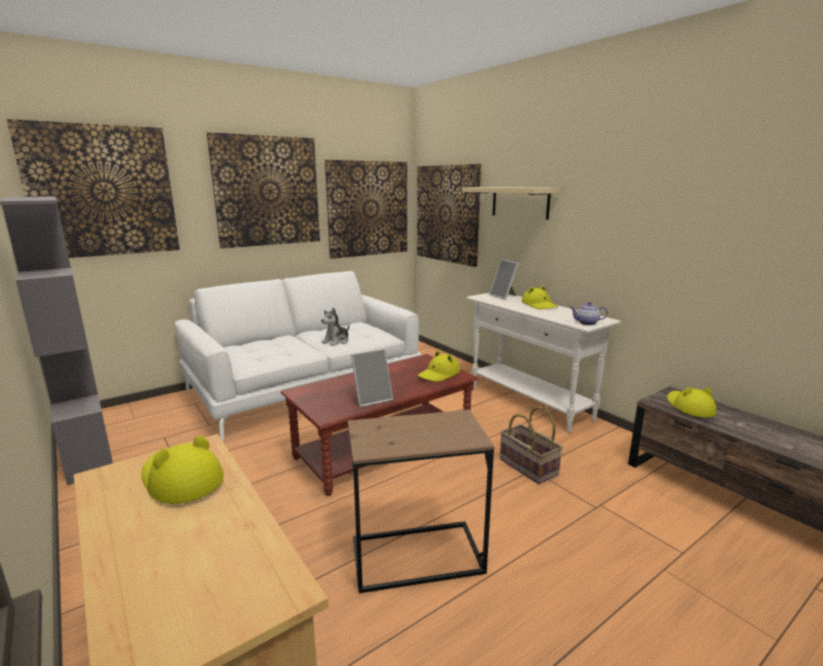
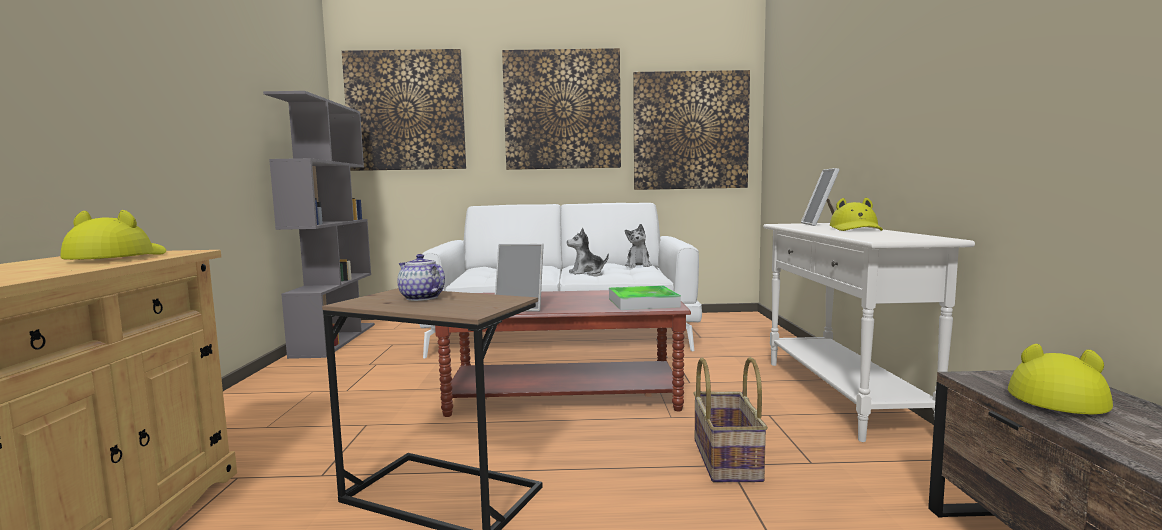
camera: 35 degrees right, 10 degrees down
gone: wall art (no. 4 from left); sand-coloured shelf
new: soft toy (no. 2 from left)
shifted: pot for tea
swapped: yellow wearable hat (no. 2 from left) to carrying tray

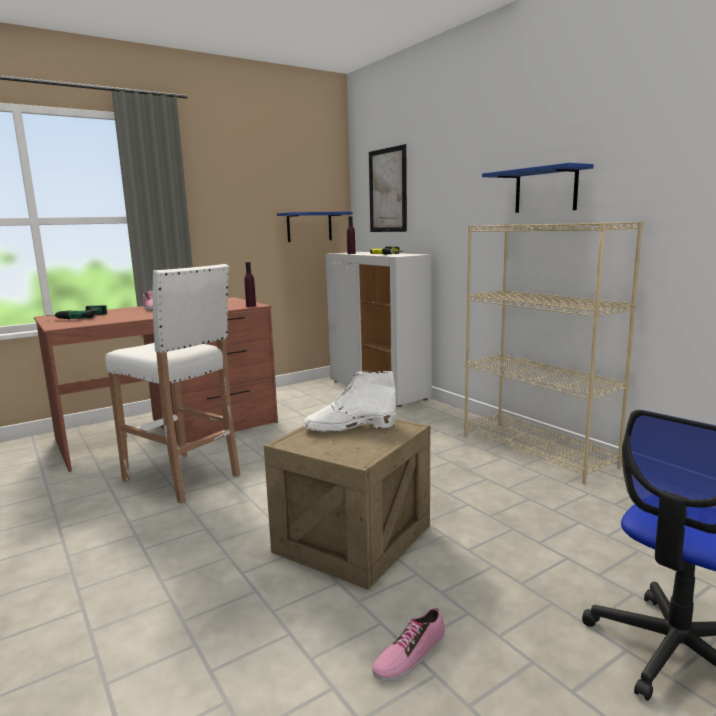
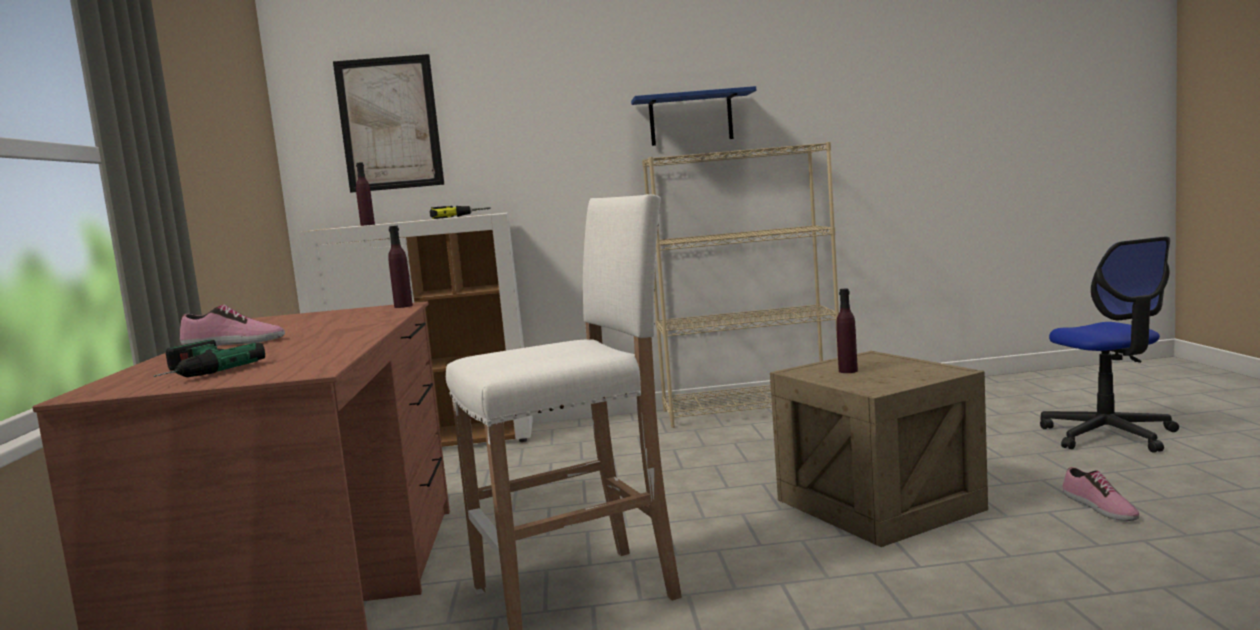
camera: 60 degrees left, 5 degrees down
gone: bluish shelf (no. 1 from left)
swapped: white boot to purple beverage bottle (no. 3 from left)

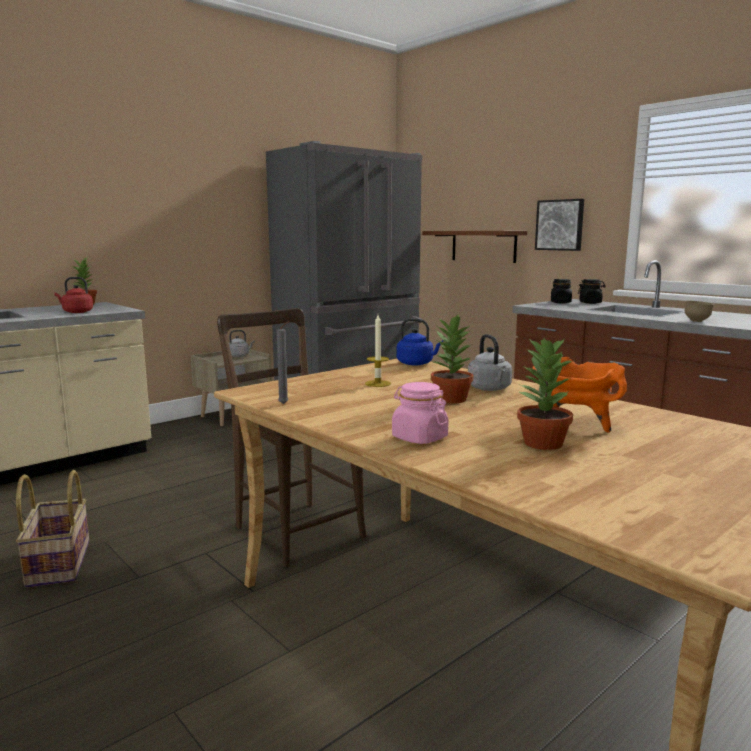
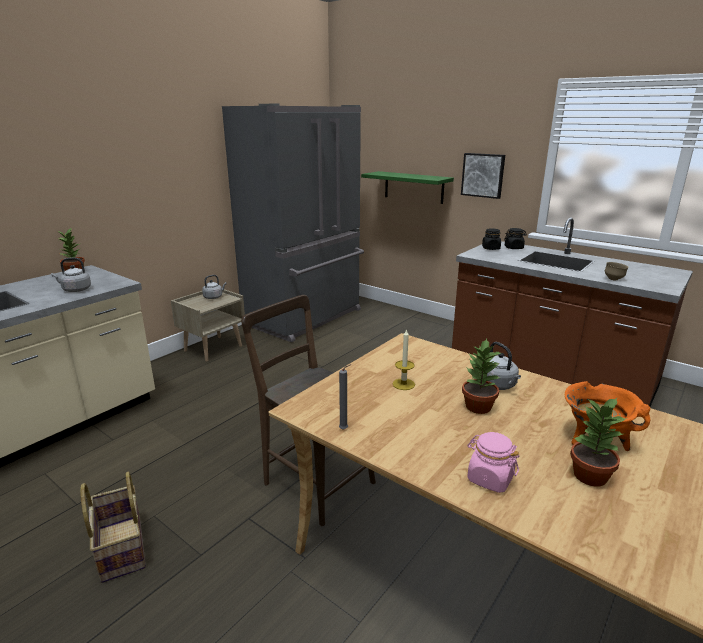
camera: 10 degrees left, 10 degrees up
gone: bluish tea kettle
repainted: red tea kettle to grey tea kettle (no. 1 from left); brown-coloured shelf to greenish shelf

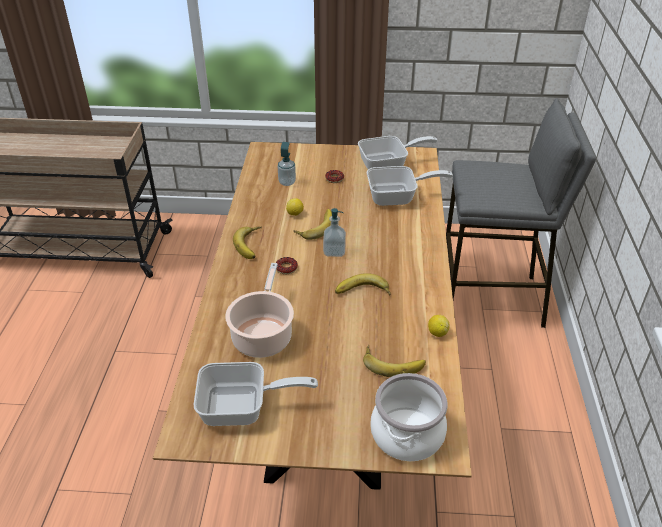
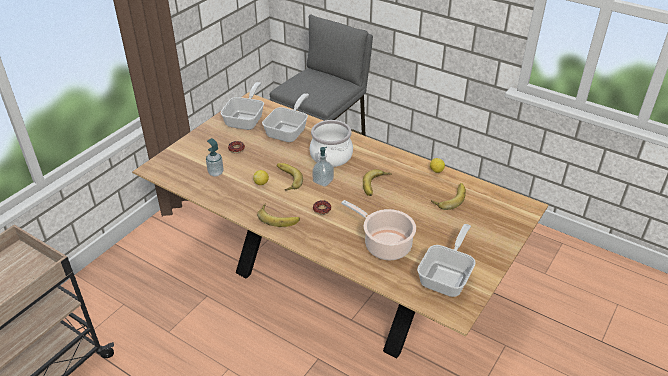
camera: 60 degrees left, 0 degrees up
shifted: stockpot (no. 2 from left in the first image) to stockpot (no. 1 from left)

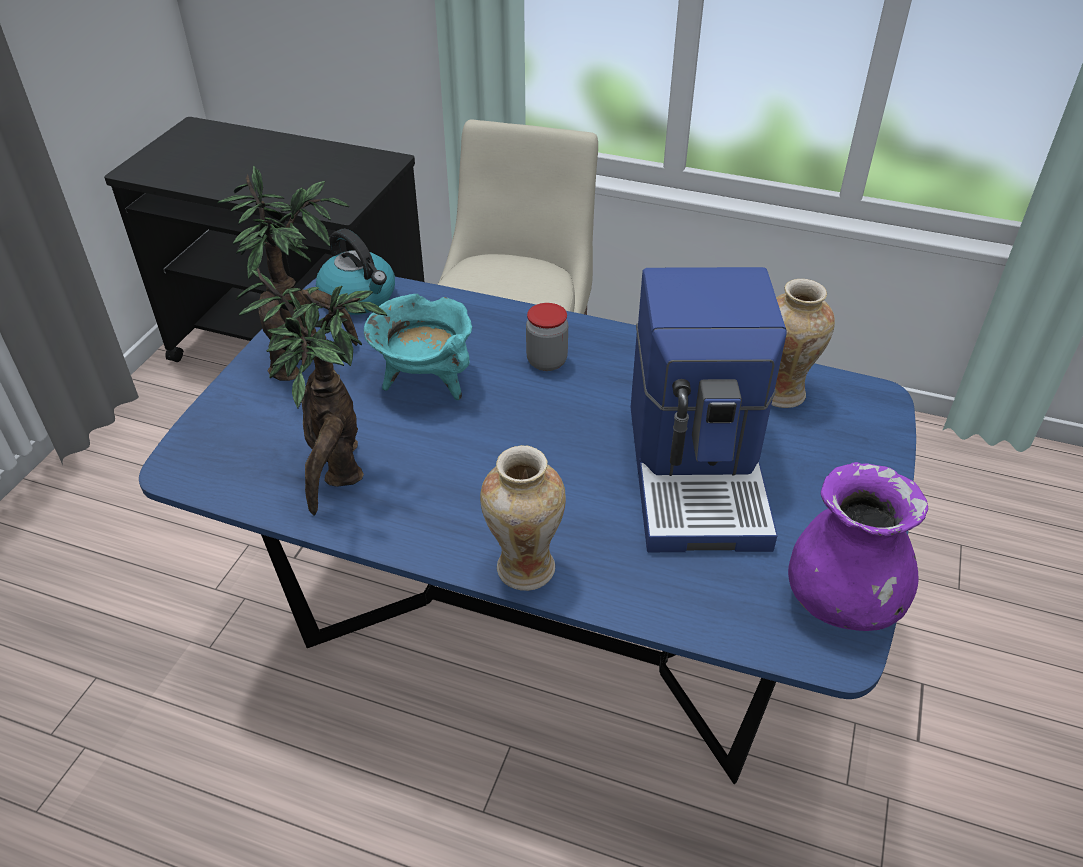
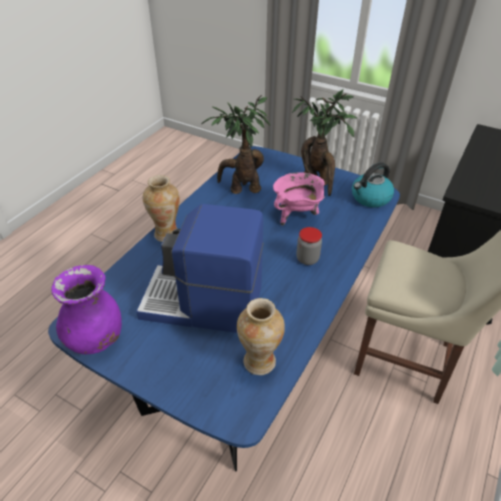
camera: 100 degrees right, 0 degrees up
repainted: turquoise stockpot to pinkish stockpot

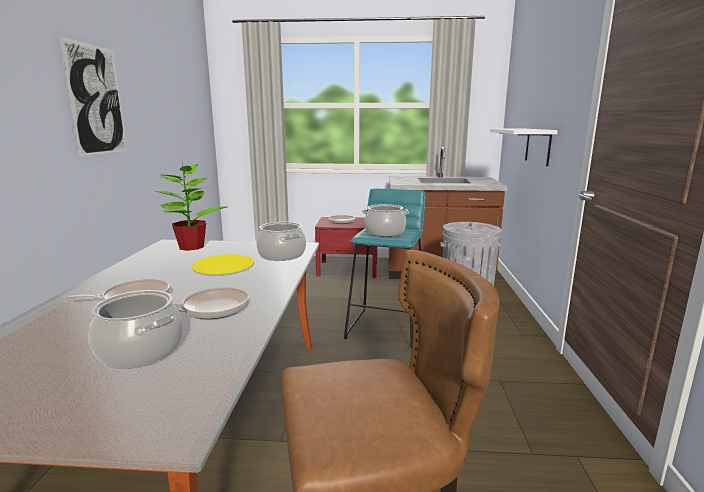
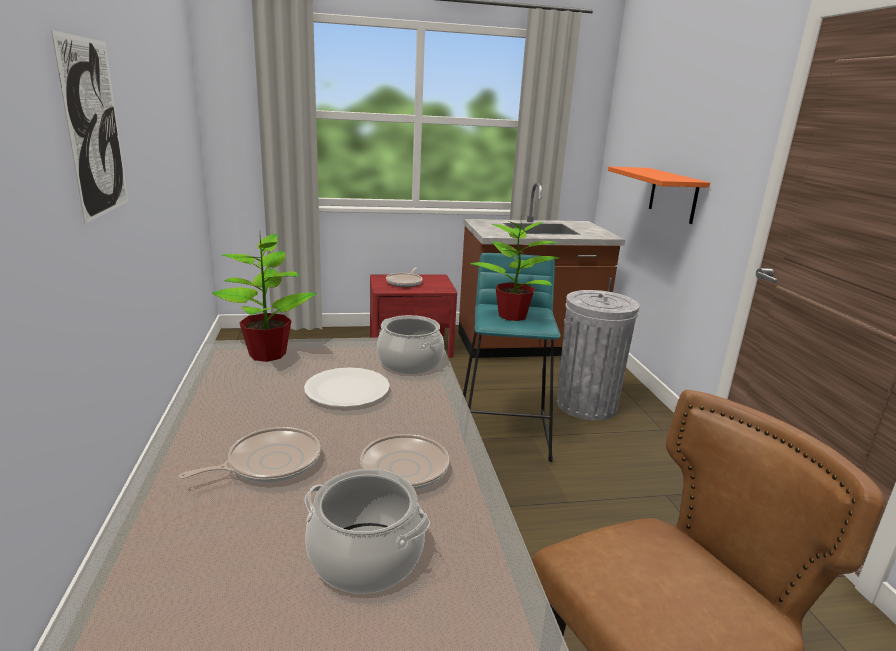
camera: 15 degrees left, 5 degrees up
swapped: stockpot (no. 3 from left) to plant in a pot (no. 2 from left)
repainted: yellow plate to white plate; white shelf to orange-coloured shelf

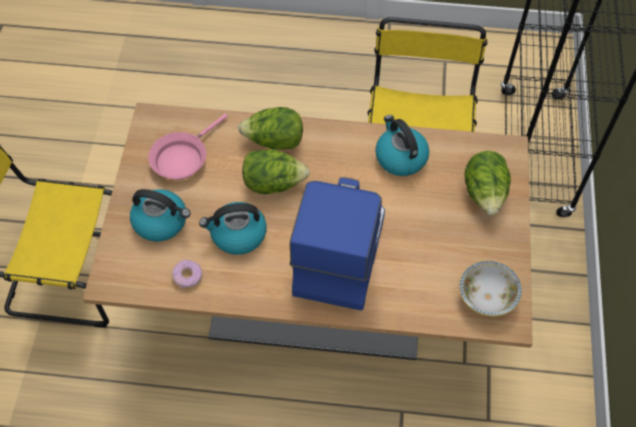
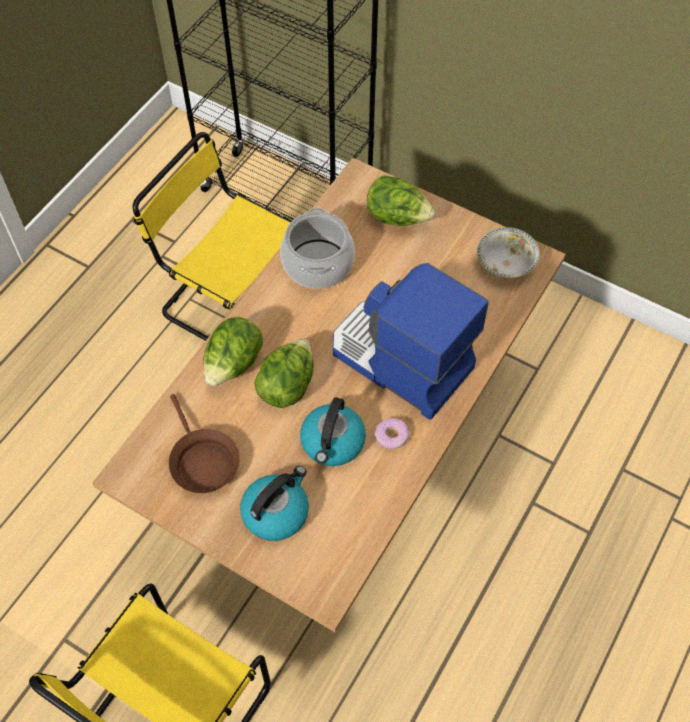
camera: 65 degrees left, 0 degrees up
shifted: ring doughnut
swapped: tea kettle (no. 3 from left) to stockpot
repainted: pinkish pan to brown-coloured pan

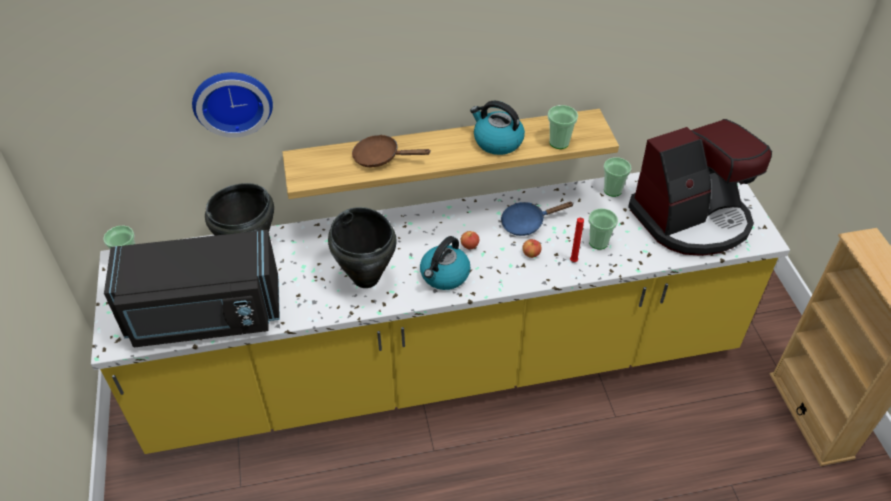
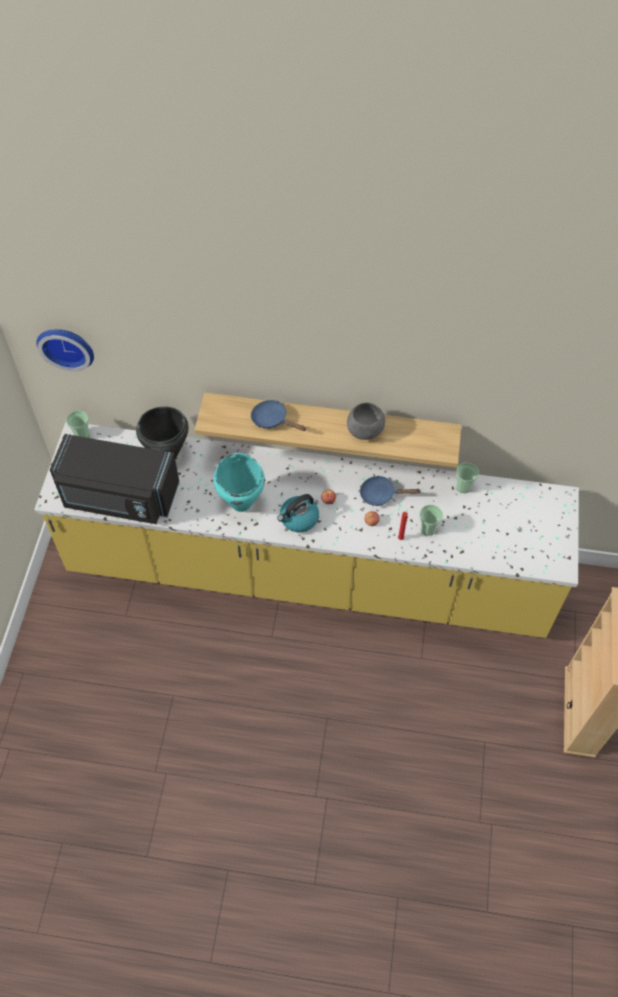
camera: 20 degrees right, 10 degrees up
gone: small cup (no. 2 from left); coffee machine
shifted: wall clock
swapped: tea kettle (no. 2 from left) to grey bowl
repainted: blackish stockpot (no. 2 from left) to turquoise stockpot; brown-coloured pan to bluish pan (no. 1 from left)

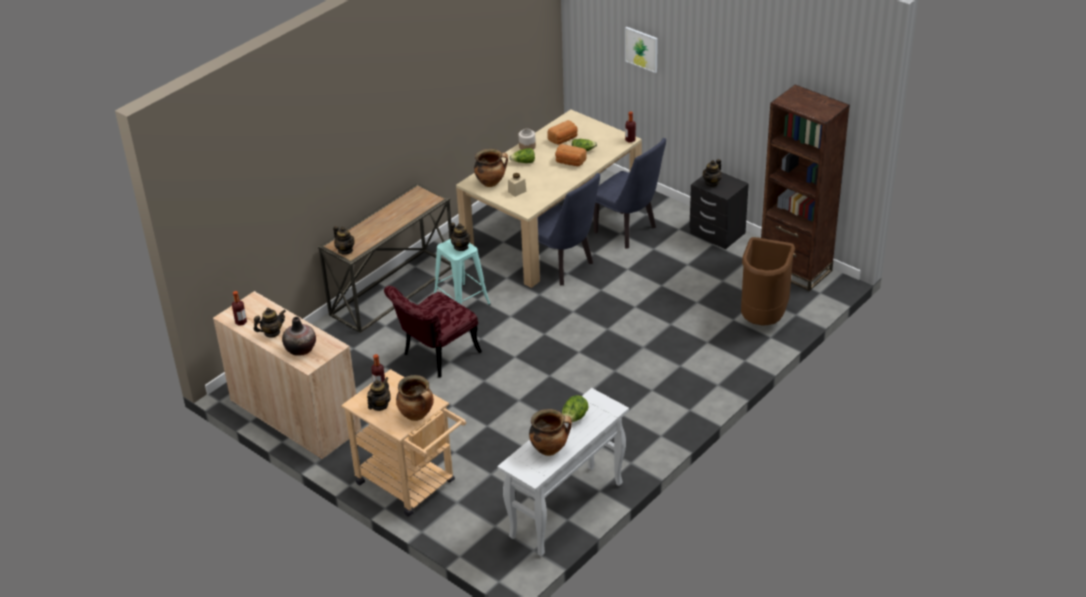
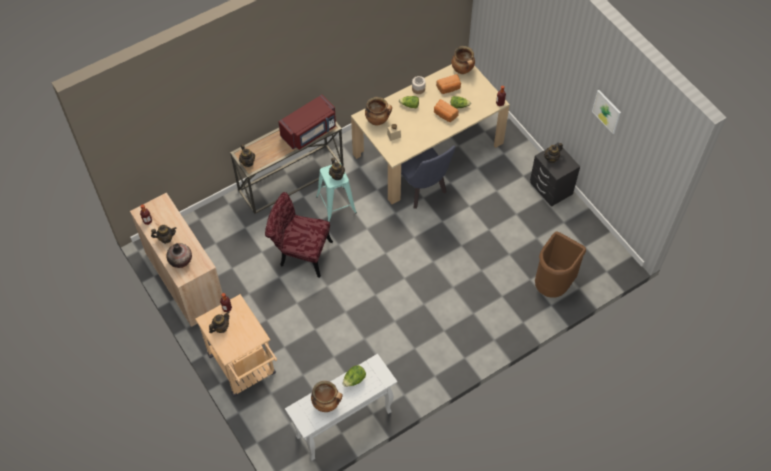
camera: 15 degrees right, 20 degrees up
gone: bluish chair (no. 2 from left); brown-coloured bookcase
new: red kitchen microwave
shifted: stockpot (no. 1 from left in the first image) to stockpot (no. 3 from left); wall art
rotated: red chair 45 degrees clockwise

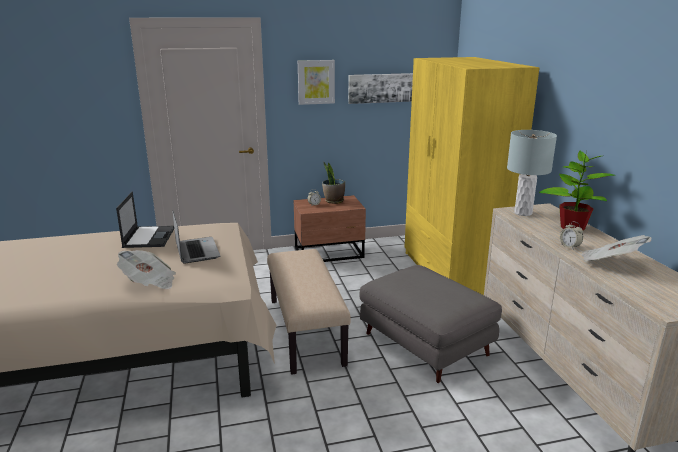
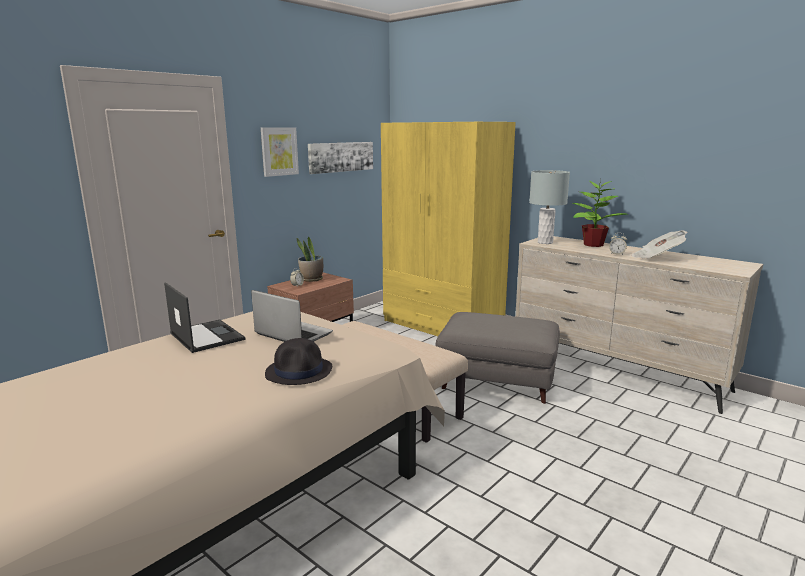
camera: 35 degrees left, 5 degrees down
swapped: printed paper (no. 1 from left) to blackish wearable hat

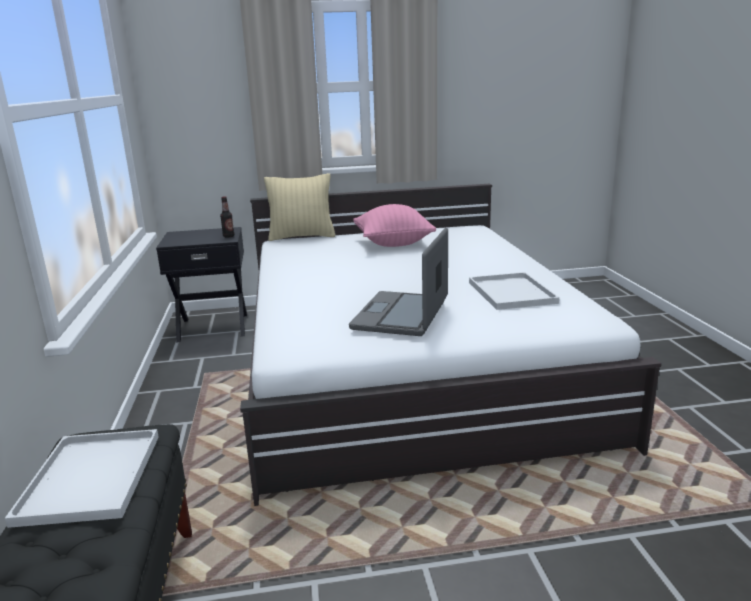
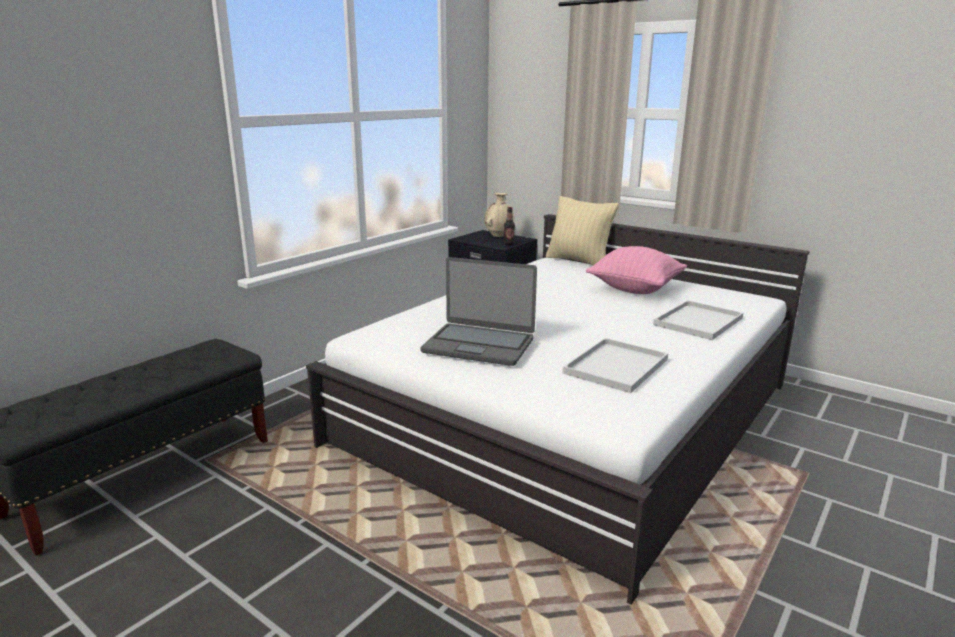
camera: 45 degrees right, 0 degrees up
new: sand-coloured flower vase
shifted: white carrying tray (no. 1 from left in the first image) to white carrying tray (no. 2 from left)
rotated: notebook computer 135 degrees counterclockwise

